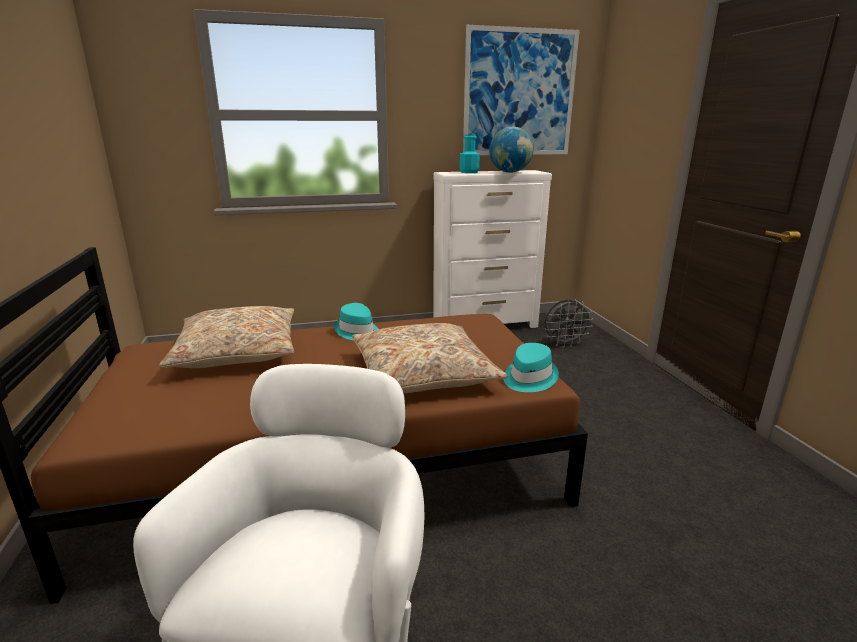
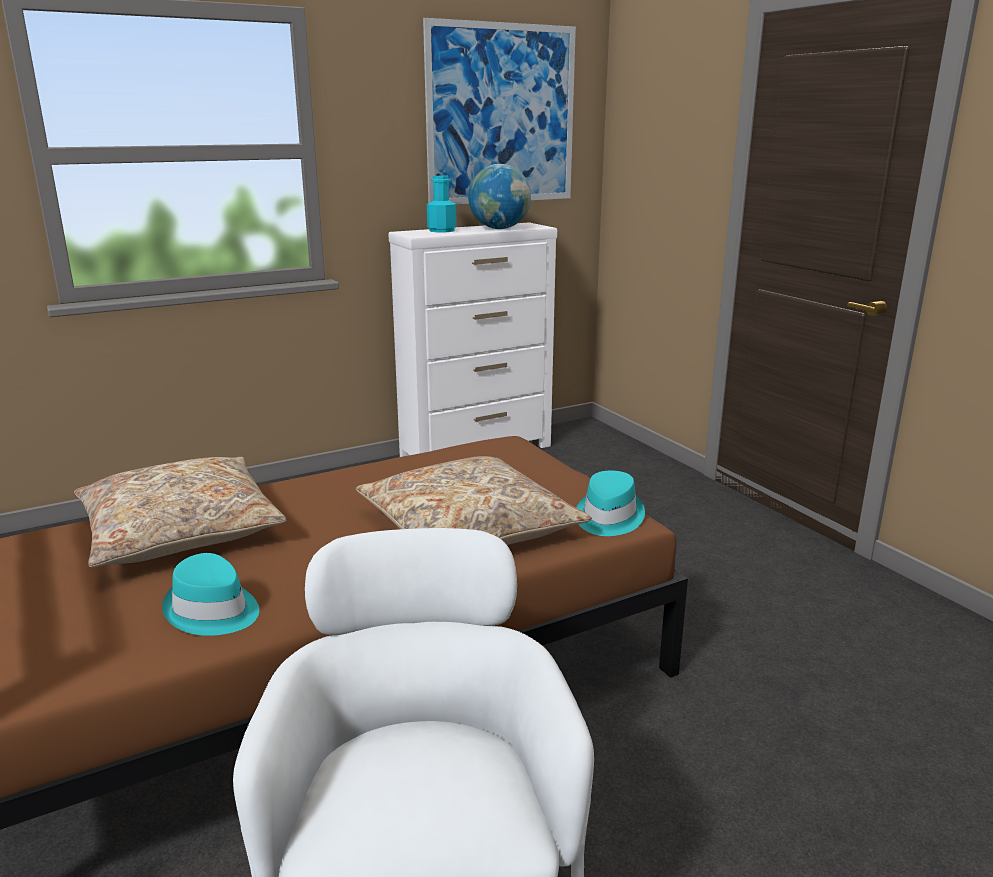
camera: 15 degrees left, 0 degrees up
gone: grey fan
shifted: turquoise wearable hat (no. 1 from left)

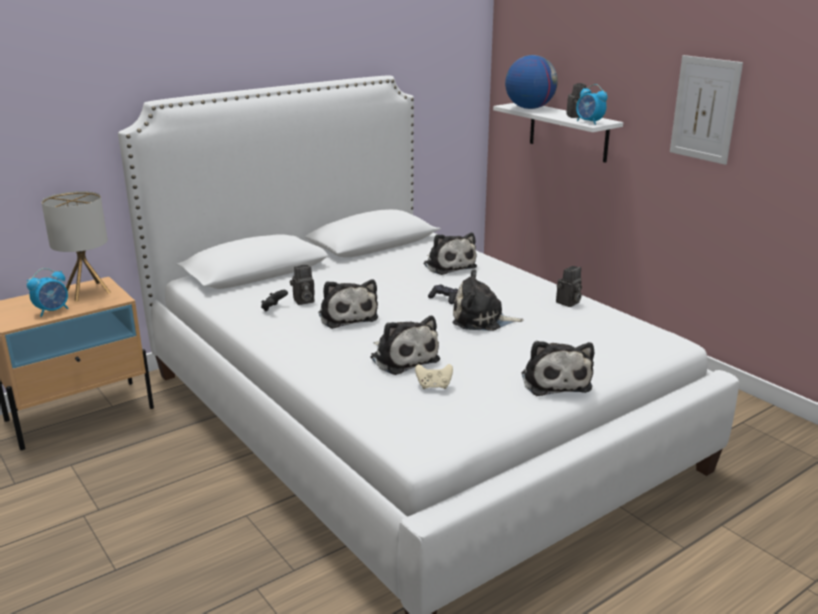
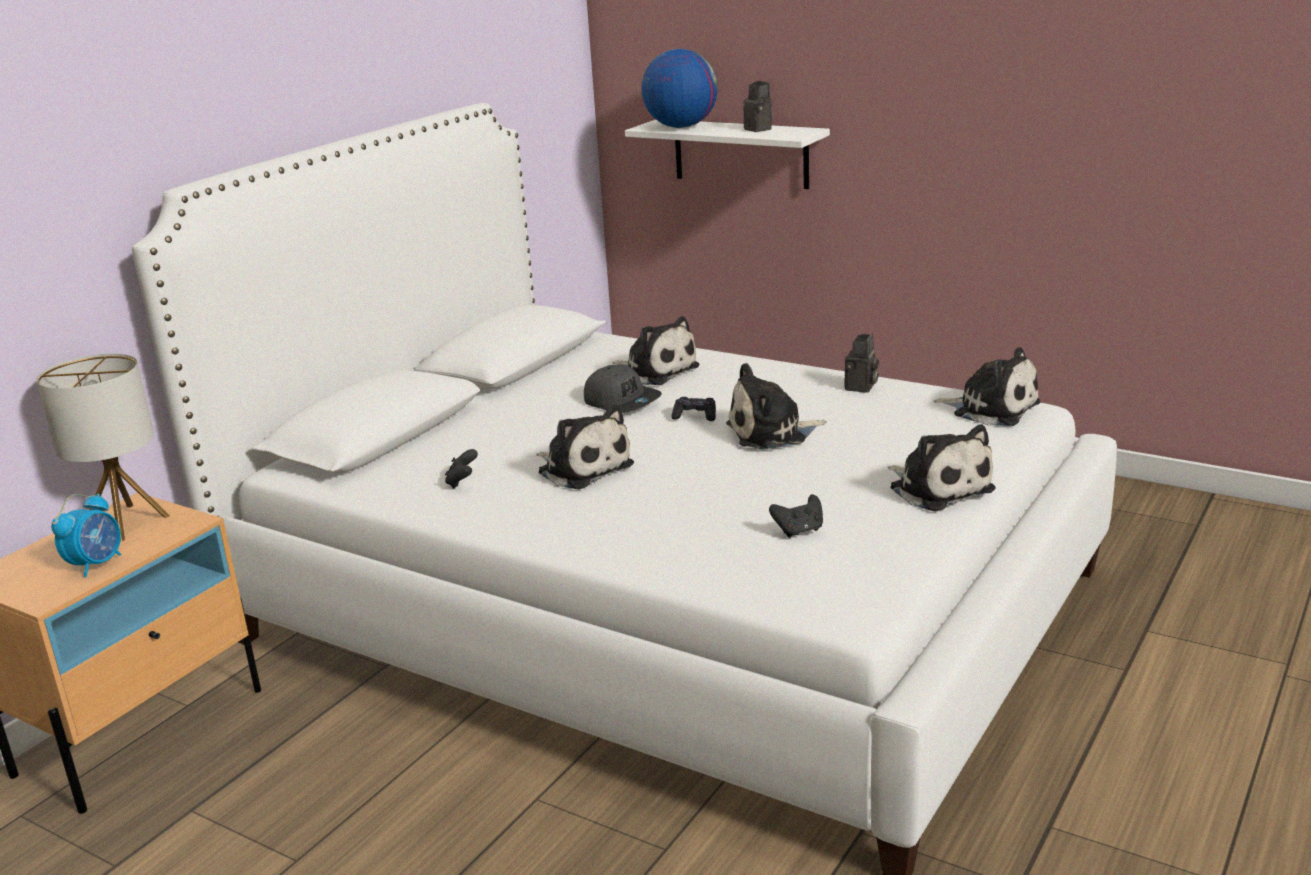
camera: 20 degrees left, 0 degrees up
gone: still camera (no. 1 from left); alarm clock (no. 2 from left); wall art
new: grey cap
shifted: soft toy (no. 2 from left in the first image) to soft toy (no. 5 from left)
repainted: sand-coloured joypad to blackish joypad (no. 3 from left)

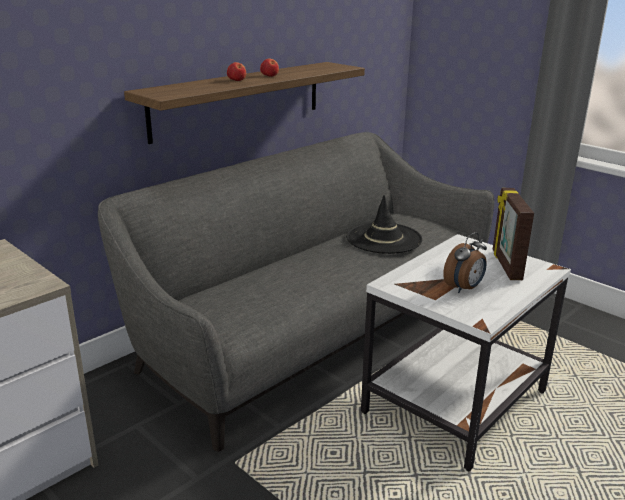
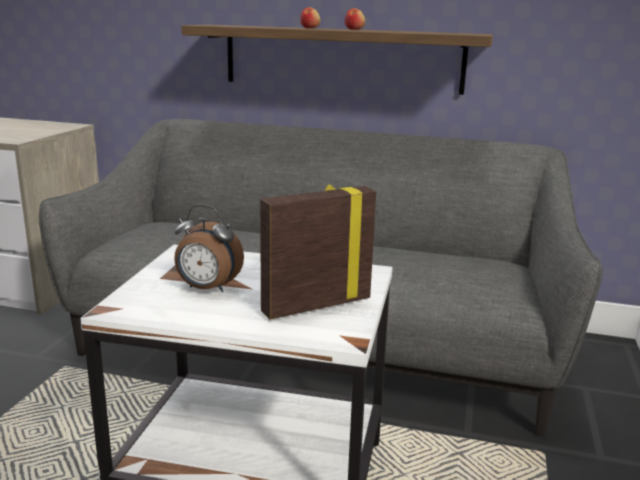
camera: 60 degrees right, 5 degrees down
gone: blackish wearable hat

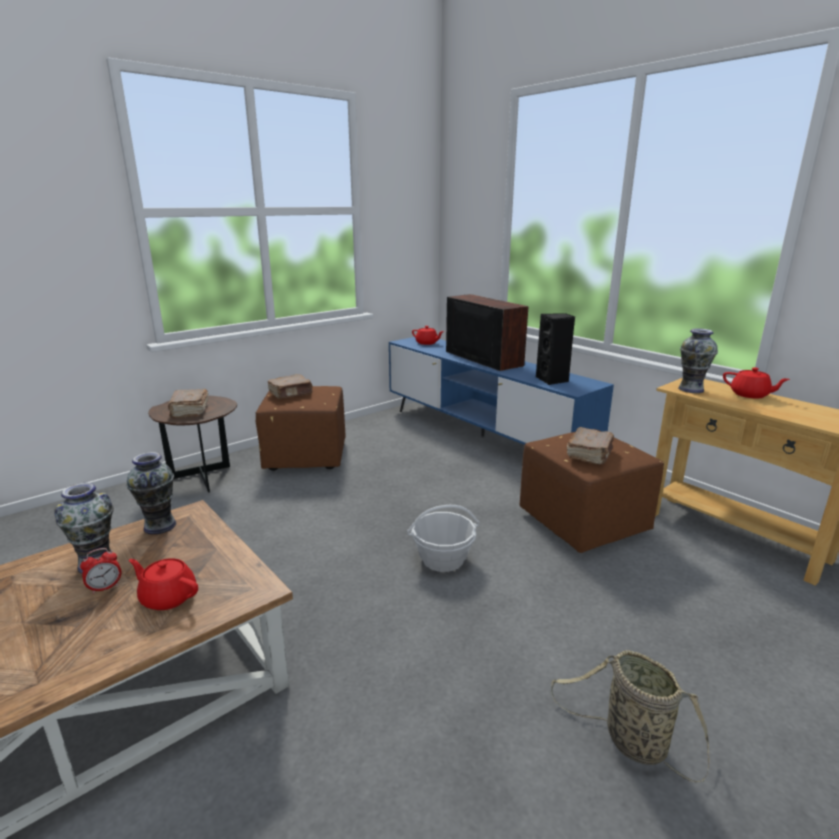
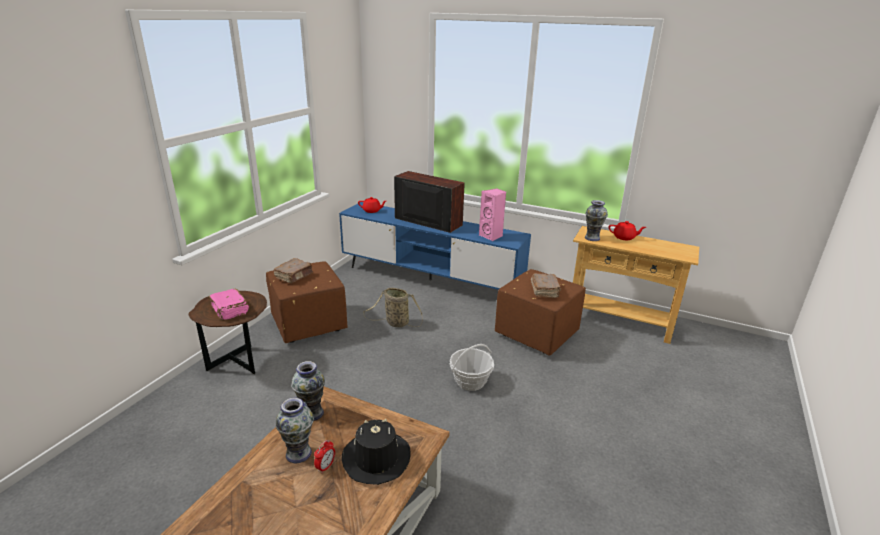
camera: 25 degrees left, 5 degrees up
shifted: basket (no. 2 from left in the first image) to basket (no. 1 from left)
swapped: red pot for tea (no. 1 from left) to blackish wearable hat
repainted: brown-coloured book (no. 1 from left) to pinkish book; blackish speaker to pinkish speaker

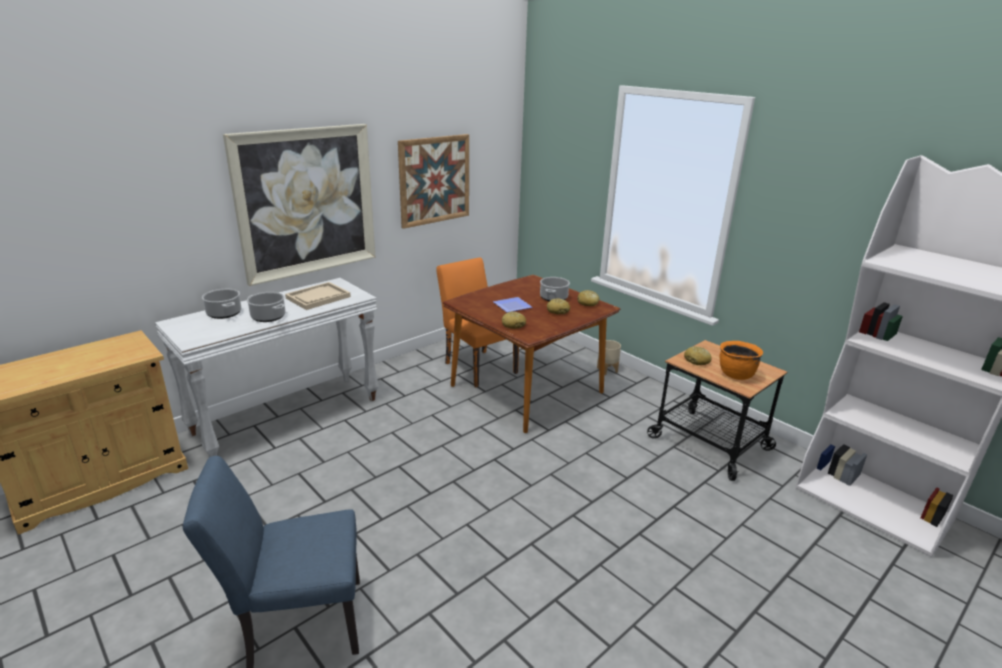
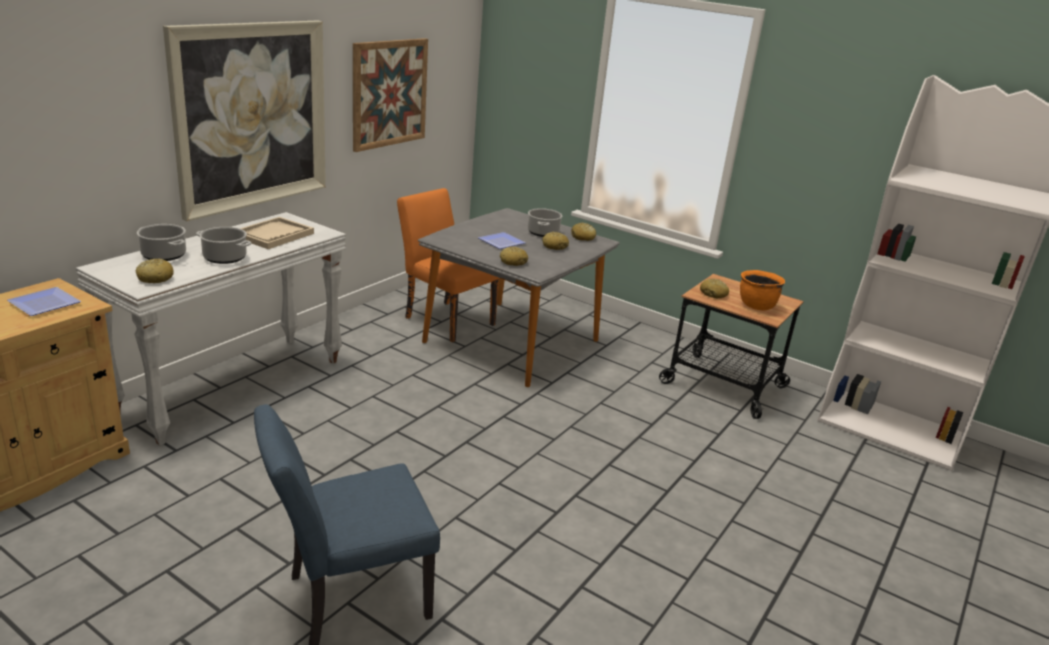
camera: 15 degrees left, 0 degrees up
gone: sand-coloured planter
new: plate (no. 1 from left); bread (no. 1 from left)
repainted: brown-coloured dining table to grey dining table

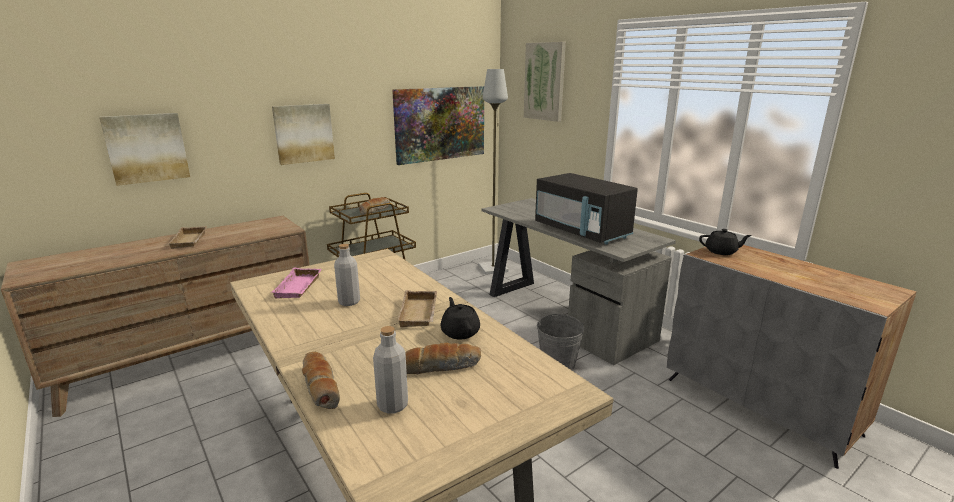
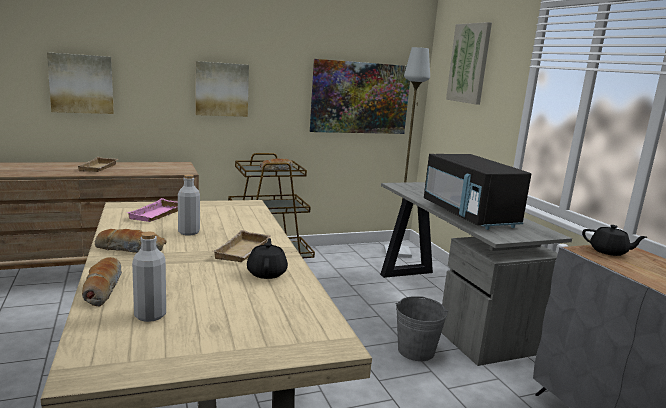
camera: 15 degrees right, 5 degrees down
shifted: bread (no. 3 from left in the first image) to bread (no. 2 from left)

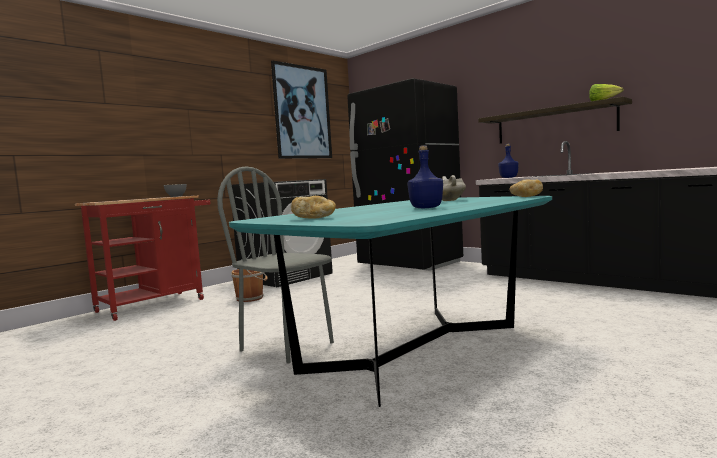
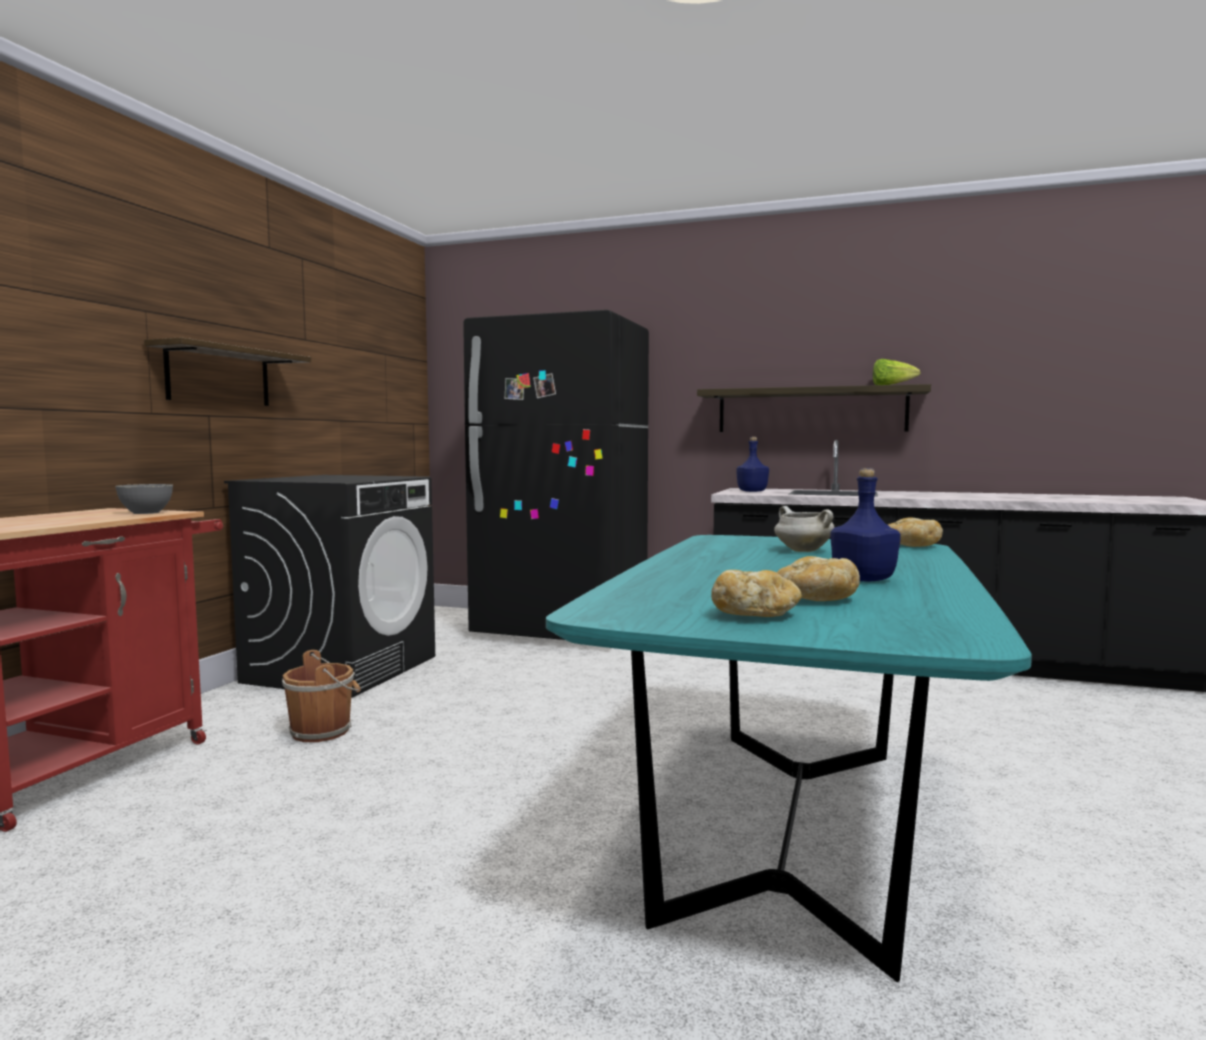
camera: 25 degrees left, 0 degrees up
gone: grey chair; wall art
new: shelf (no. 1 from left); bread (no. 2 from left)

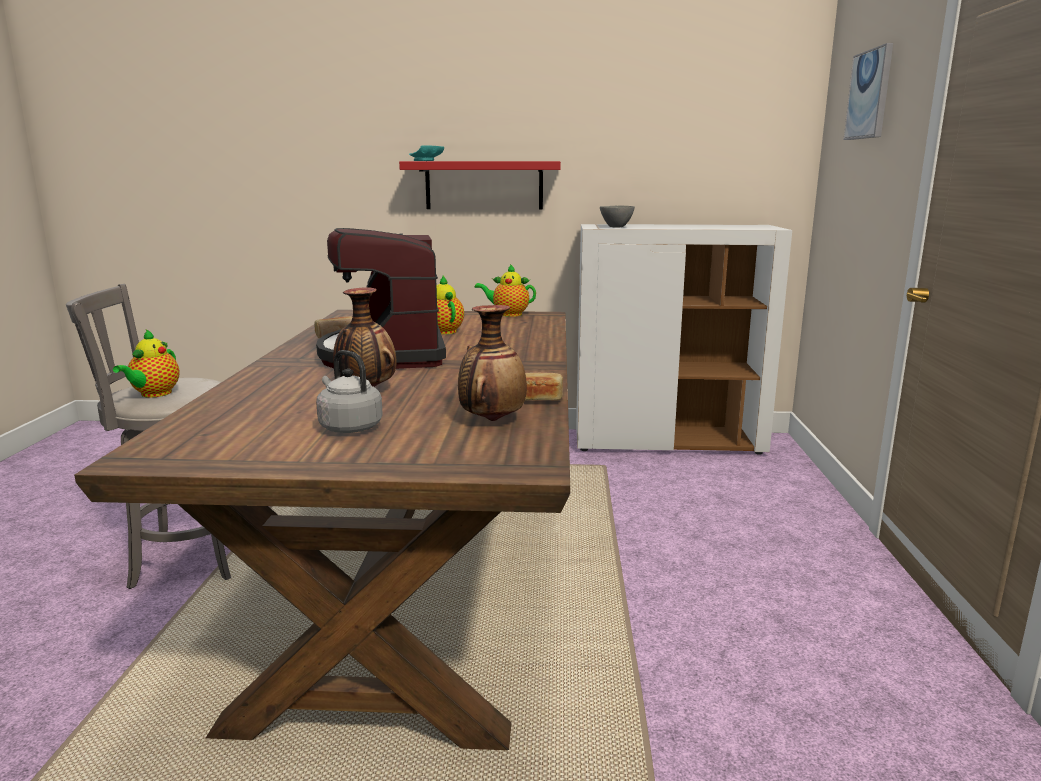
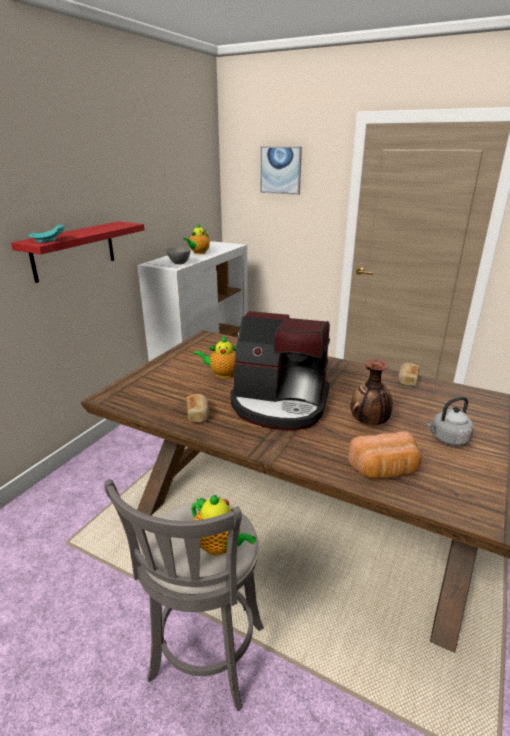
camera: 65 degrees left, 10 degrees up
gone: flower vase (no. 2 from left)
new: bread (no. 2 from left)
shifted: pot for tea (no. 3 from left in the first image) to pot for tea (no. 1 from left)

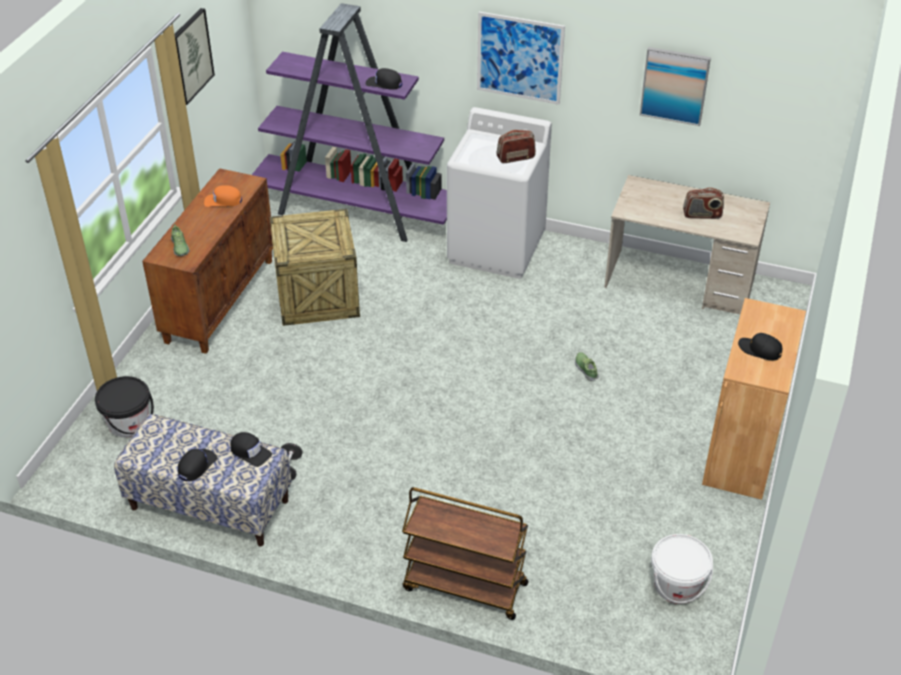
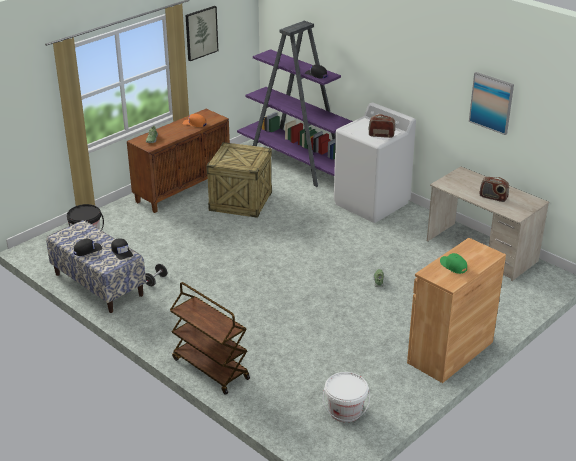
camera: 25 degrees right, 10 degrees down
gone: wall art (no. 2 from left)
repainted: blackish cap (no. 4 from left) to greenish cap

